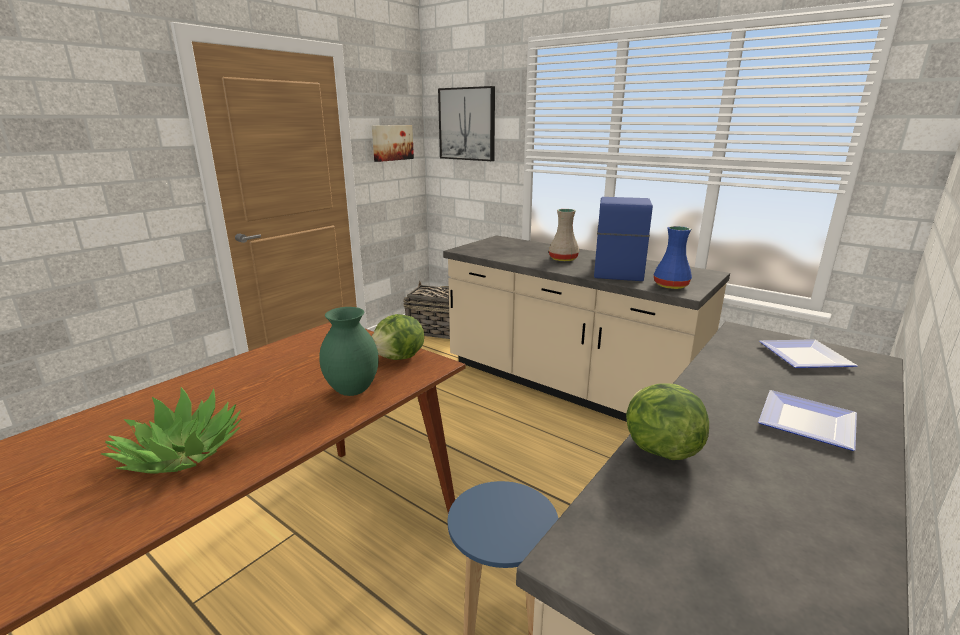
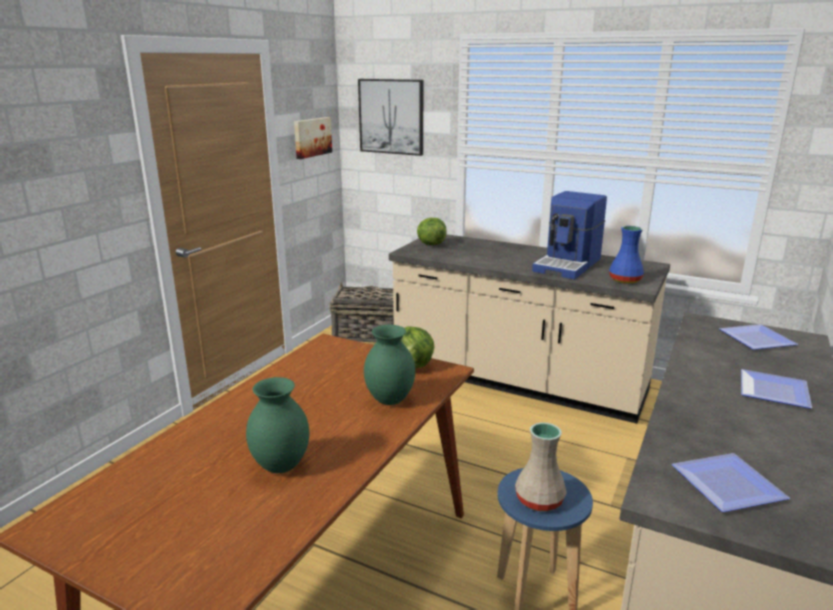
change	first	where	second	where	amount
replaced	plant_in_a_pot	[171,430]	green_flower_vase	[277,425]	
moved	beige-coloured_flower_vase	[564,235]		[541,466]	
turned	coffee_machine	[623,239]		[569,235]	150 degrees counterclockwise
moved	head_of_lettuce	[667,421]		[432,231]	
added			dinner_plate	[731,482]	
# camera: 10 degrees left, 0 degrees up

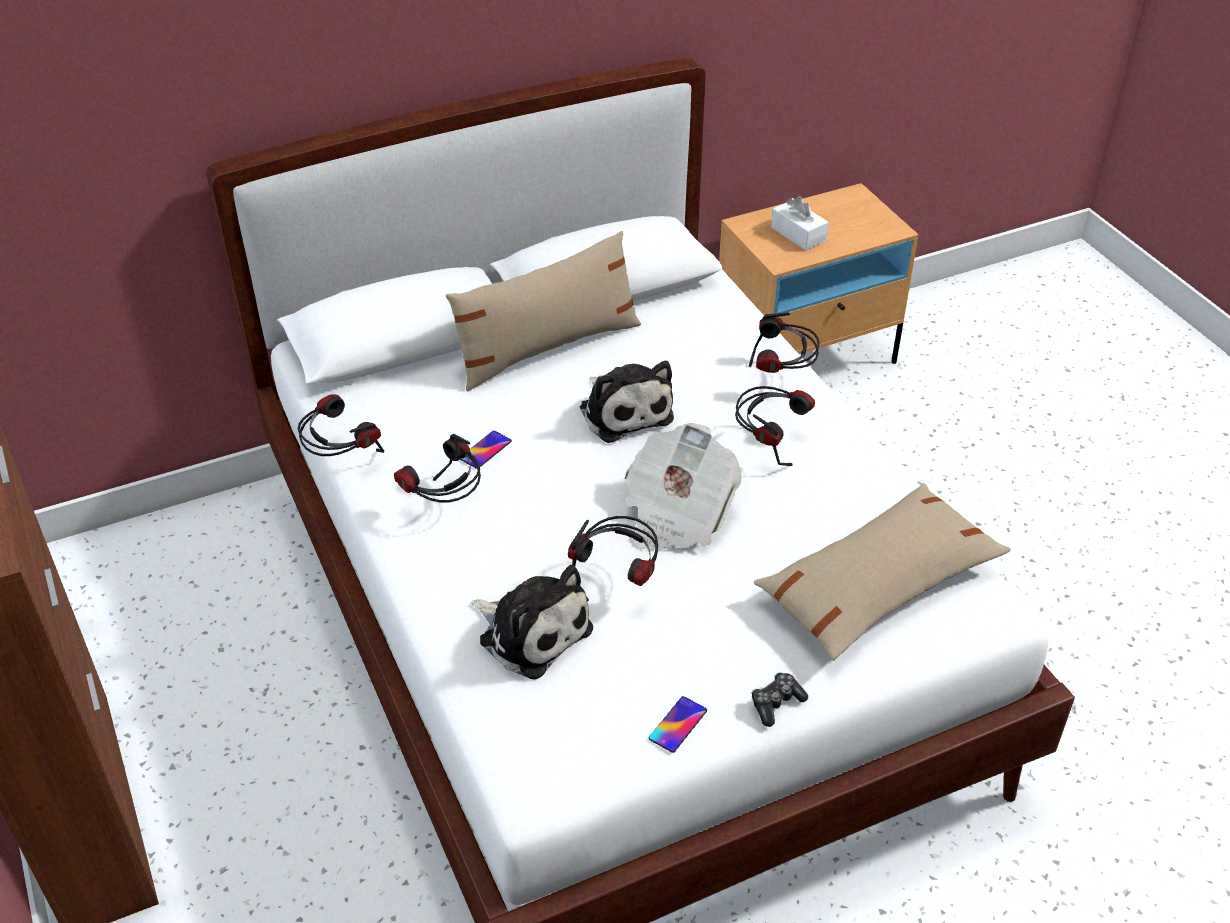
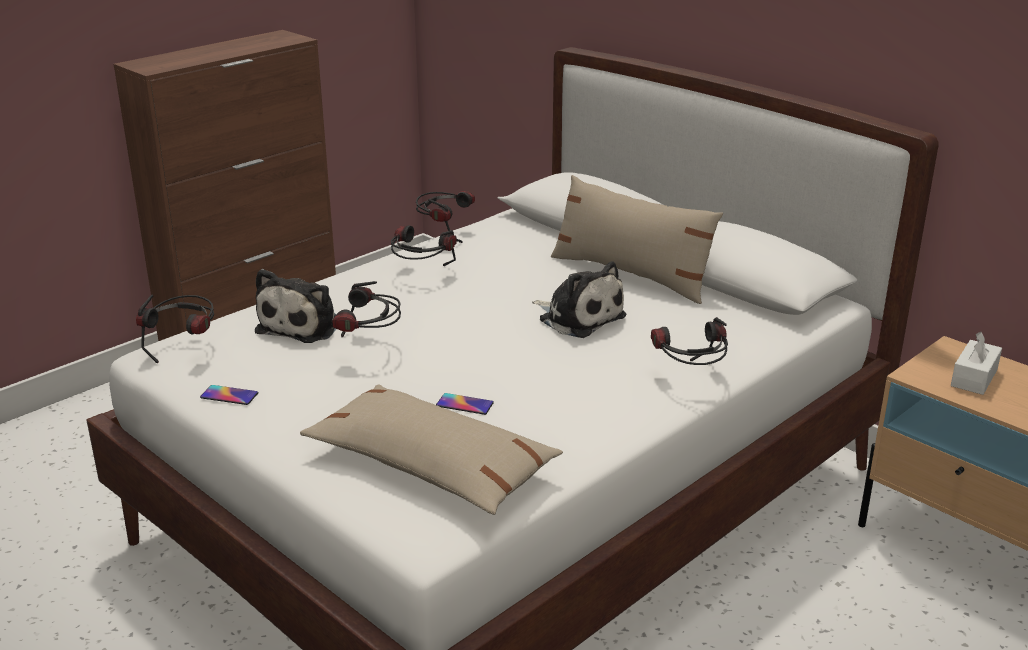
change	first	where	second	where	amount
moved	phone	[486,450]		[465,404]	
turned	plush_toy	[627,402]		[579,300]	90 degrees counterclockwise
removed	newspaper	[683,486]			
moved	headphones	[775,426]		[175,329]	
removed	game_controller	[780,700]			
# camera: 70 degrees right, 15 degrees down

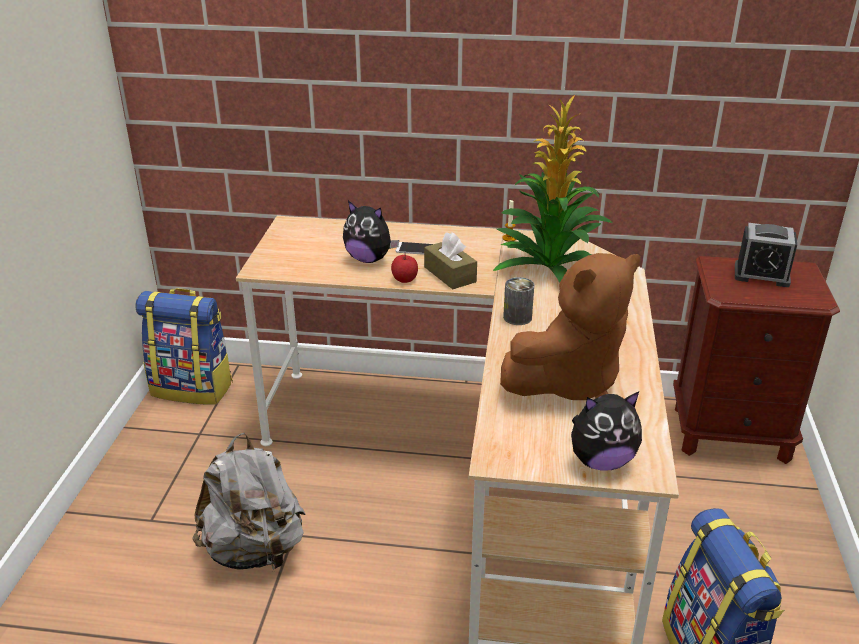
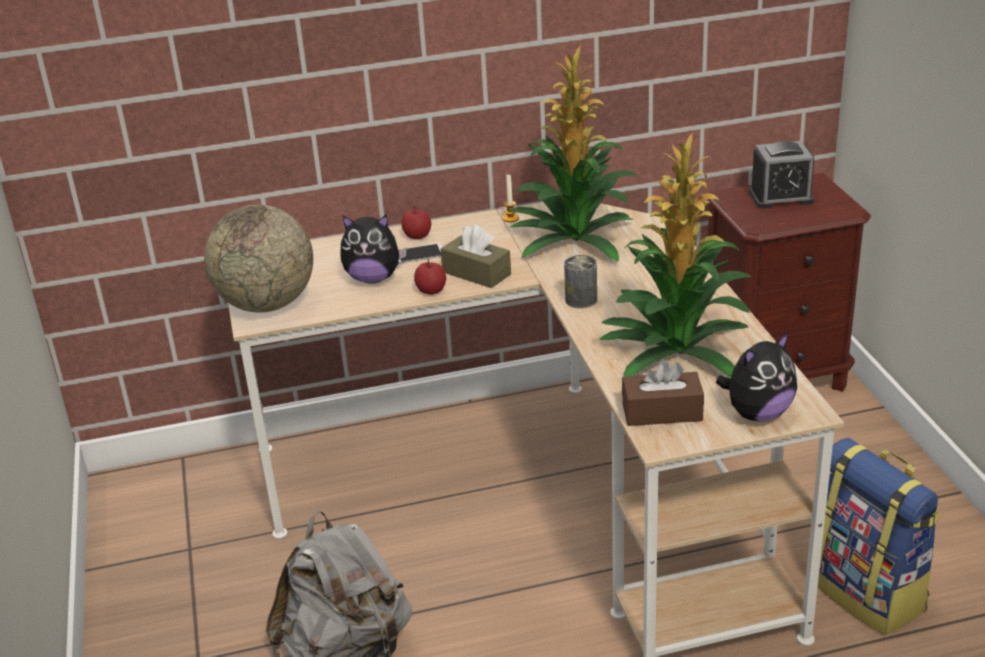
change	first	where	second	where	amount
removed	backpack	[184,346]			
replaced	brown_plush_toy	[570,326]	plant_in_a_pot	[675,255]	
added			globe	[258,258]	
added			apple_fruit	[416,222]	
added			brown_tissue_box	[663,393]	
# camera: 20 degrees left, 0 degrees up

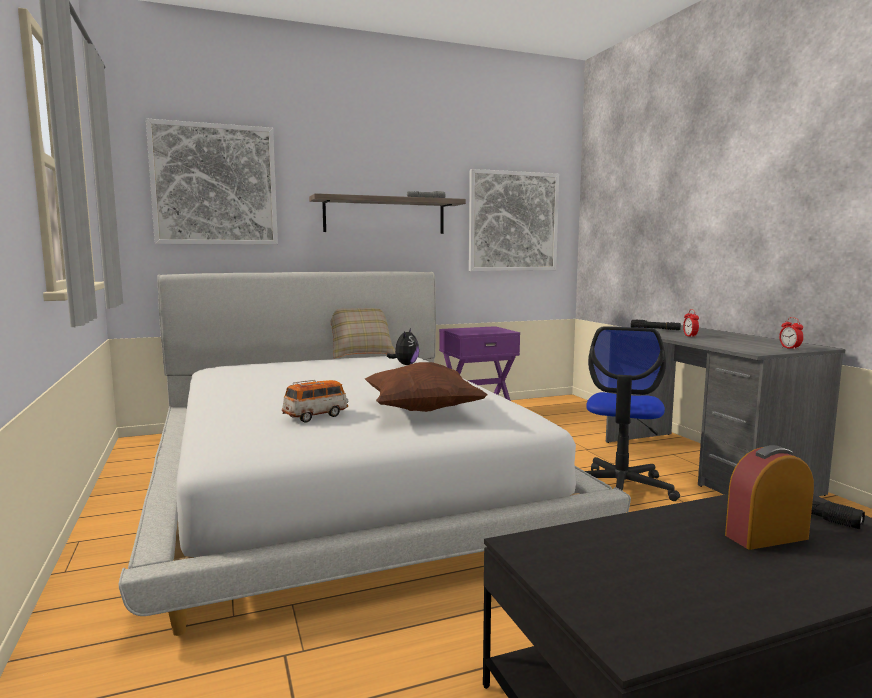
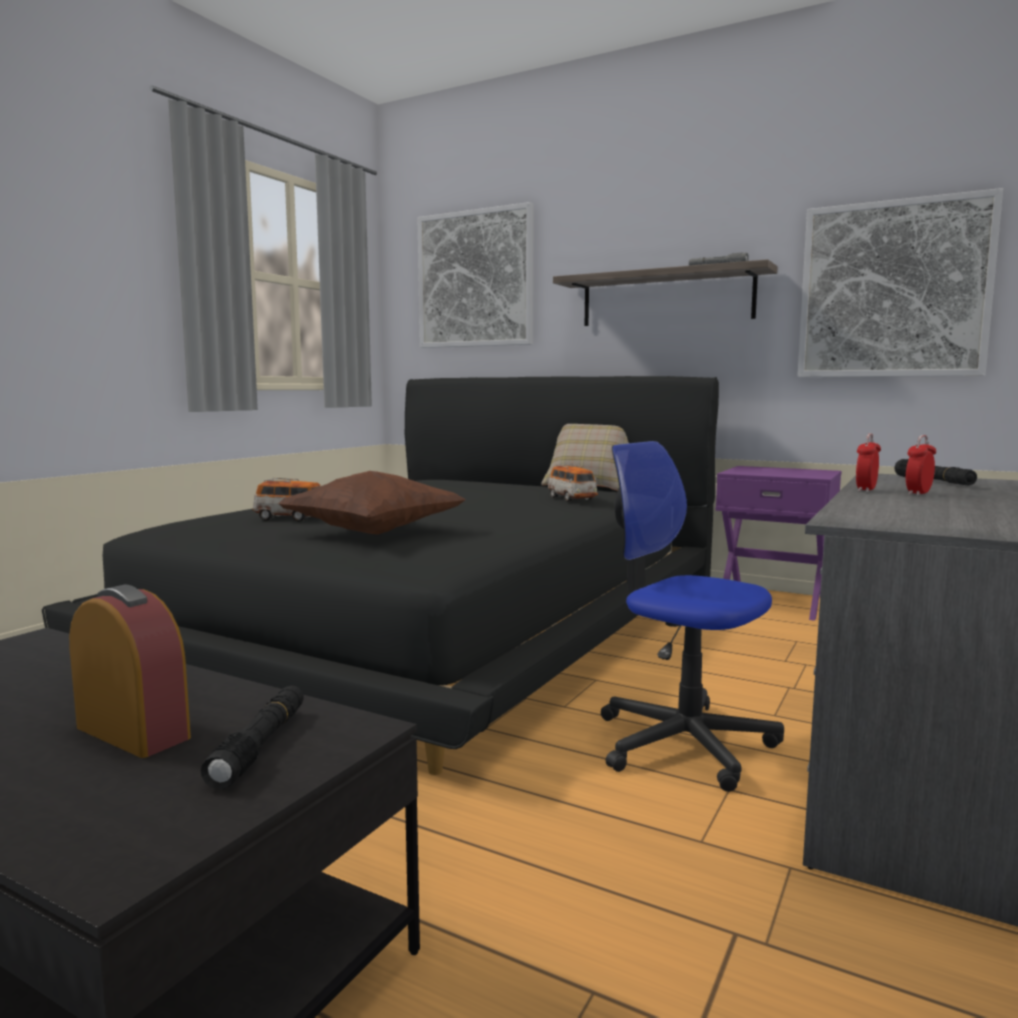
change	first	where	second	where	amount
recoloured	white_bed	[375,453]	blackish_bed	[380,575]	
replaced	plush_toy	[403,347]	miniature_car	[573,483]	
turned	desk_chair	[632,413]		[692,616]	60 degrees clockwise
moved	bedside_clock	[791,333]		[868,462]	
# camera: 50 degrees right, 0 degrees up

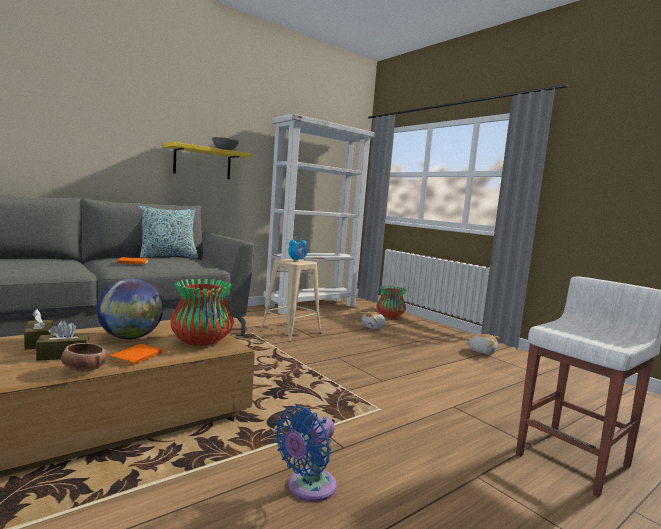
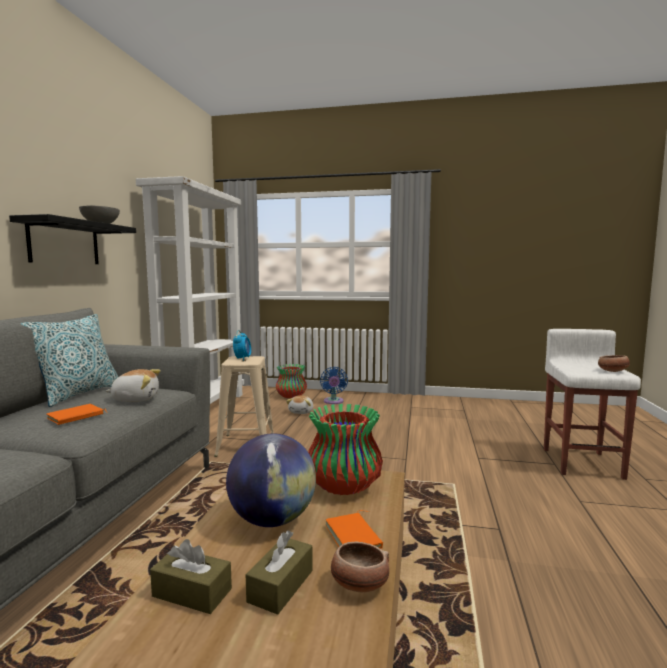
change	first	where	second	where	amount
recoloured	yellowish_bracket_shelf	[207,160]	blackish_bracket_shelf	[72,239]	
moved	blue_fan	[306,454]		[334,385]	
moved	plush_toy	[483,344]		[133,385]	
added			bowl	[614,363]	
# camera: 40 degrees left, 0 degrees up

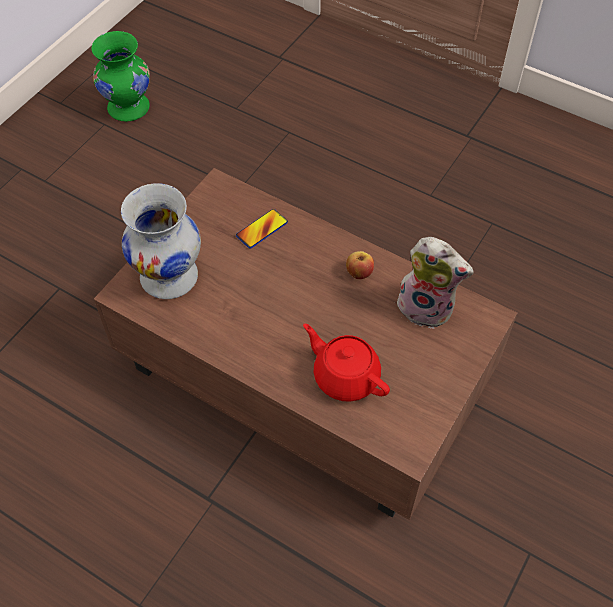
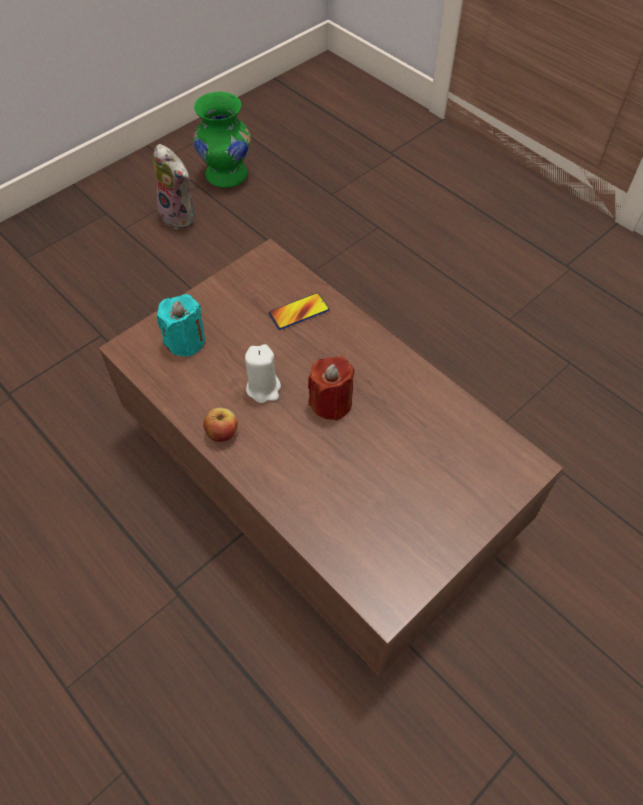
change	first	where	second	where	amount
replaced	white_flower_vase	[161,241]	turquoise_candle	[181,325]	
removed	red_pot_for_tea	[346,363]			
moved	apple_fruit	[360,265]		[220,425]	
moved	plush_toy	[433,283]		[173,186]	
added			white_candle	[263,373]	
added			red_candle	[331,388]	
# camera: 15 degrees right, 0 degrees up

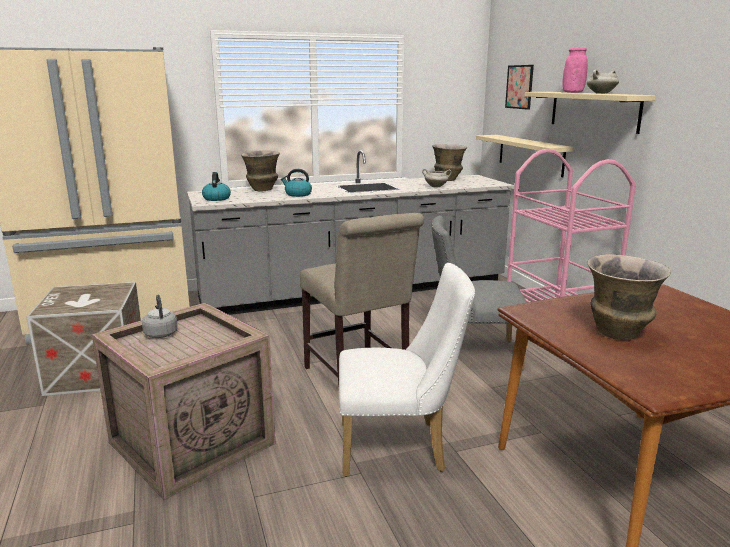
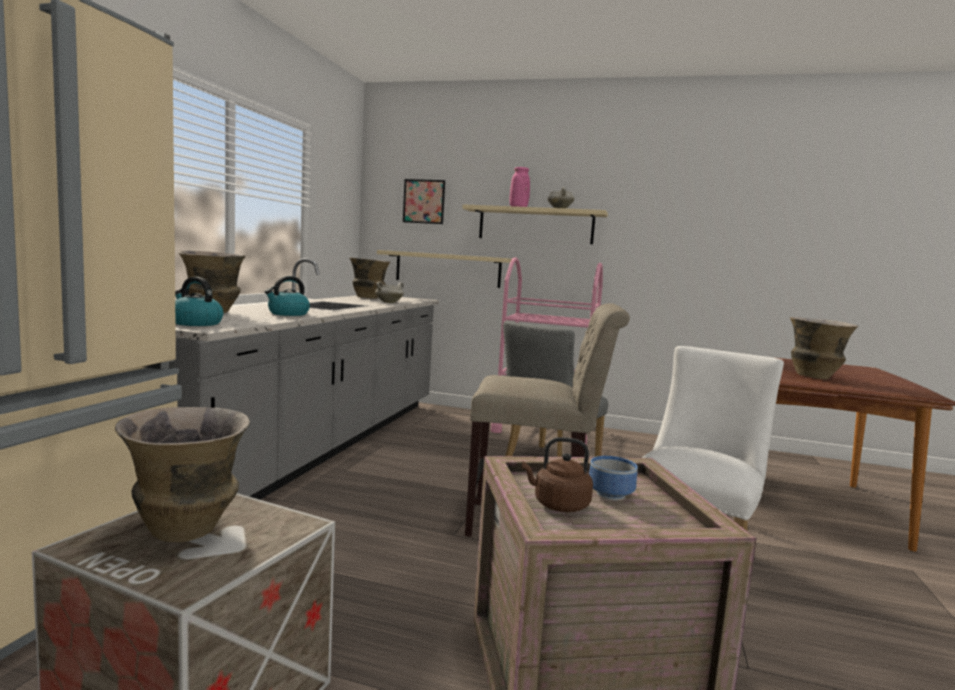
change	first	where	second	where	amount
recoloured	gray_kettle	[160,316]	brown_kettle	[557,474]	
added			flower_vase	[182,474]	
added			bowl	[613,478]	
# camera: 55 degrees left, 10 degrees down

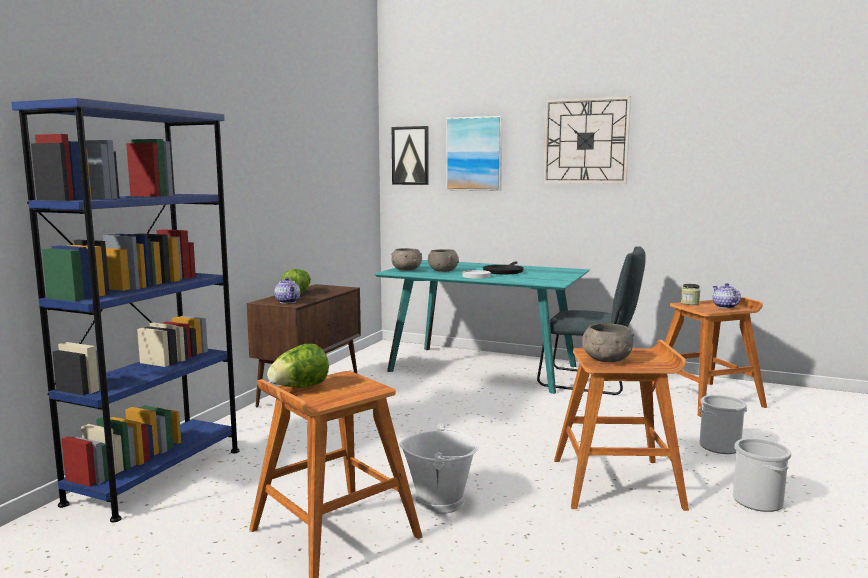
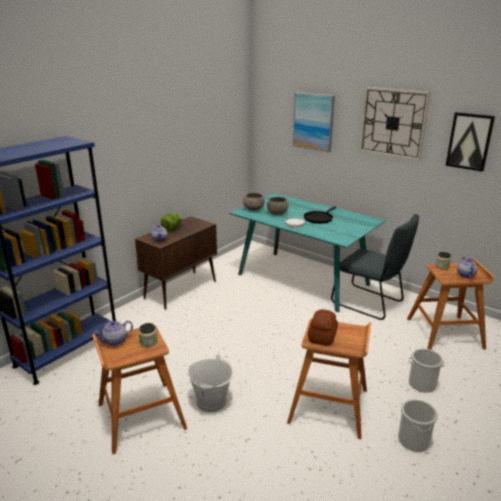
change	first	where	second	where	amount
replaced	head_of_lettuce	[298,365]	pot_for_tea	[113,333]	
moved	wall_picture	[410,155]		[470,142]	
replaced	gray_bowl	[608,342]	bread	[323,327]	
added			jar	[148,335]	
# camera: 15 degrees right, 15 degrees up

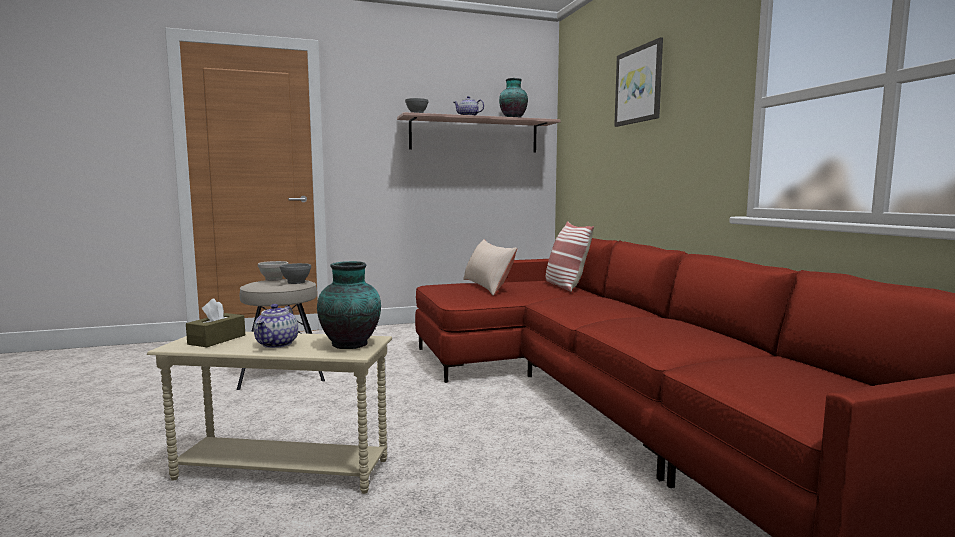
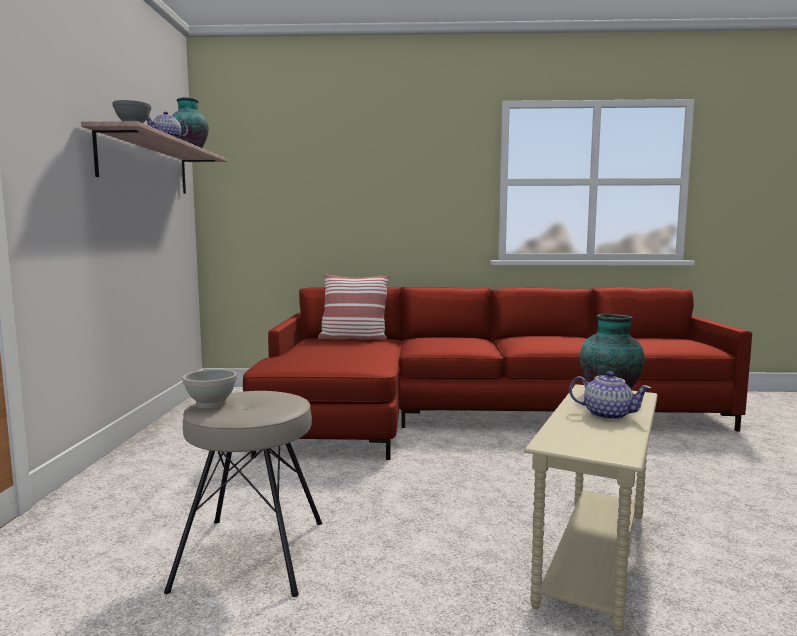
change	first	where	second	where	amount
removed	brown_tissue_box	[215,322]			
removed	gray_bowl	[295,273]			
removed	beige-coloured_throw_pillow	[490,267]			
removed	wall_picture	[638,82]			
# camera: 70 degrees left, 0 degrees up

